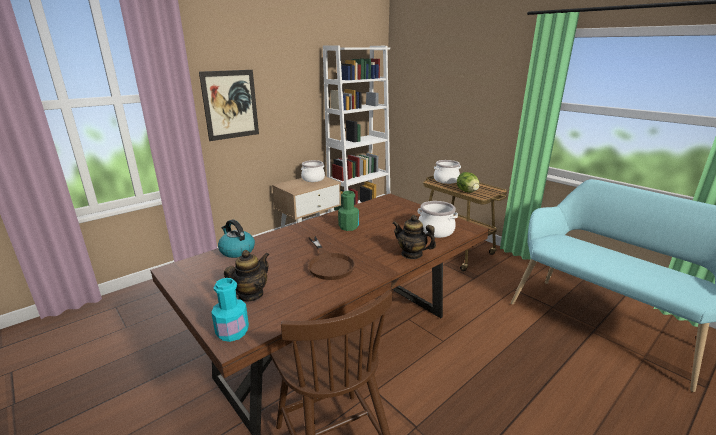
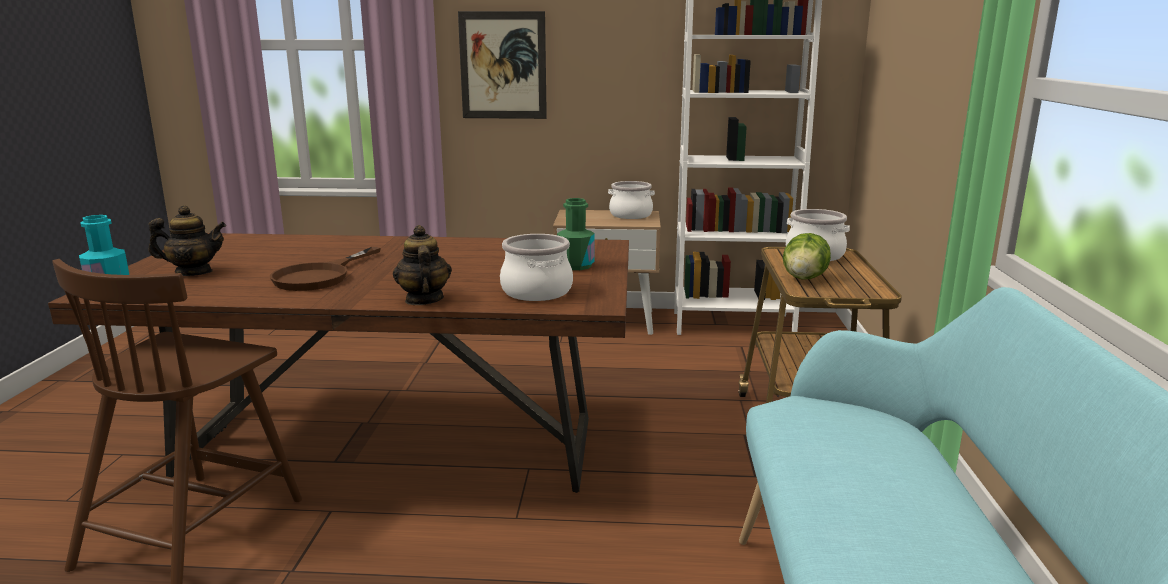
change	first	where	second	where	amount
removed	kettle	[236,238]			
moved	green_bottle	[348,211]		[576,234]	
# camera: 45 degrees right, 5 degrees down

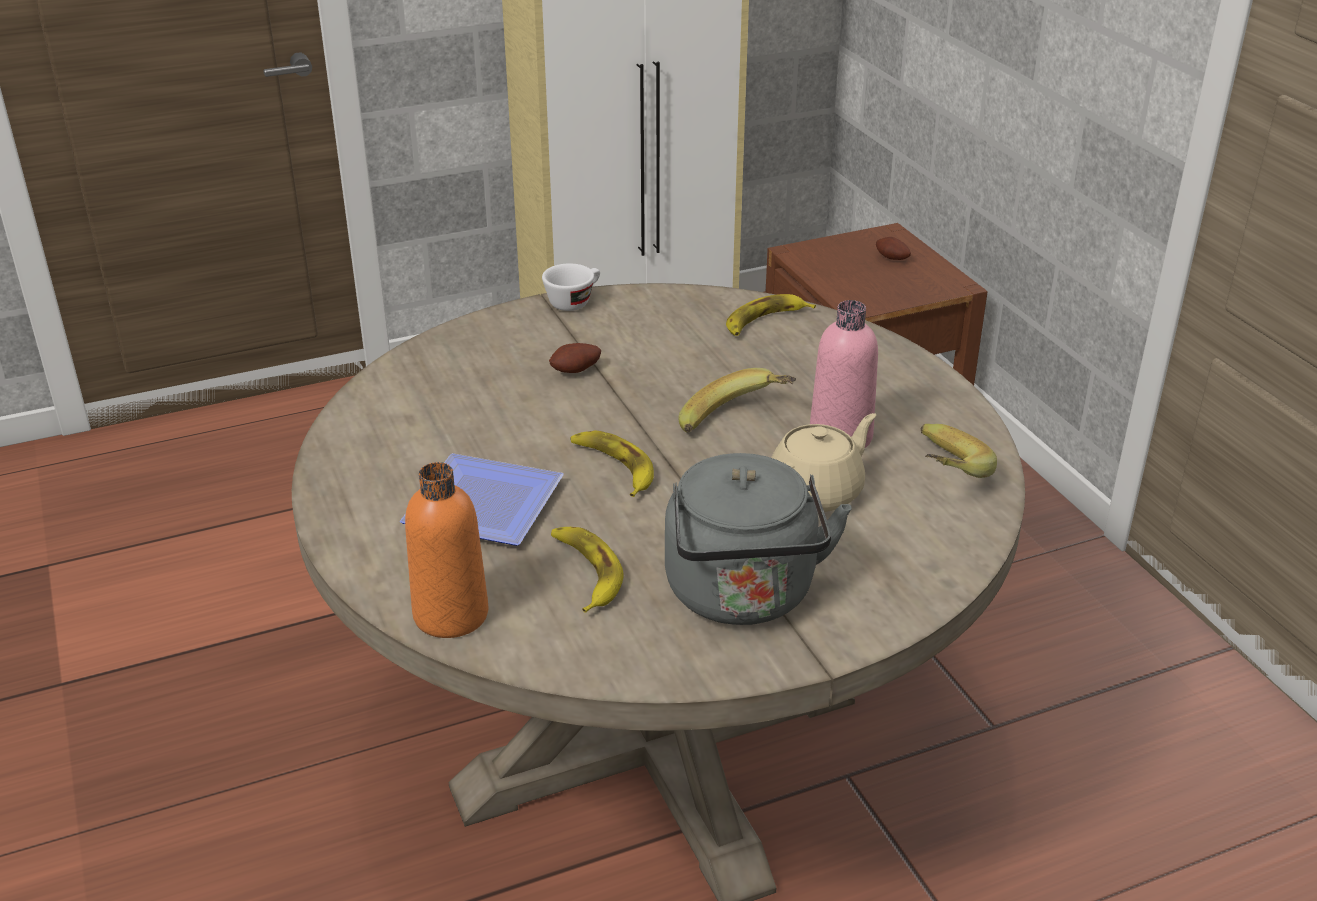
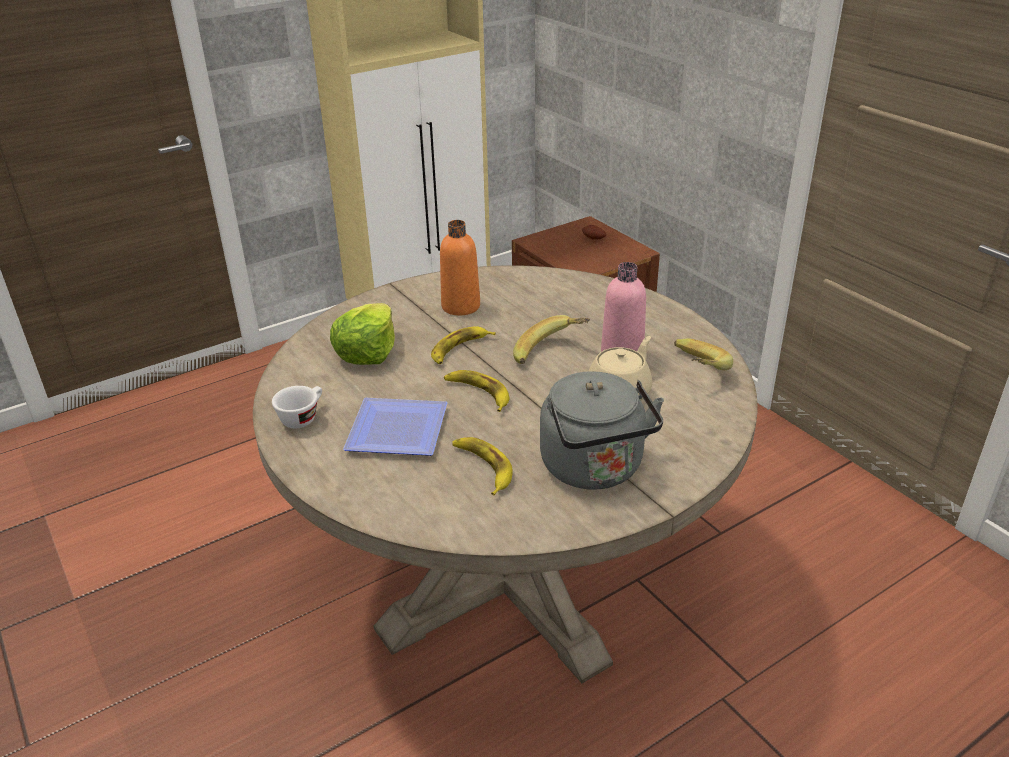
change	first	where	second	where	amount
moved	orangey_bottle	[446,550]		[460,267]	
moved	white_drinking_cup	[571,287]		[297,407]	
removed	spud	[575,358]			
moved	banana_fruit	[771,315]		[463,345]	
added			head_of_lettuce	[362,334]	
# camera: 10 degrees left, 0 degrees up

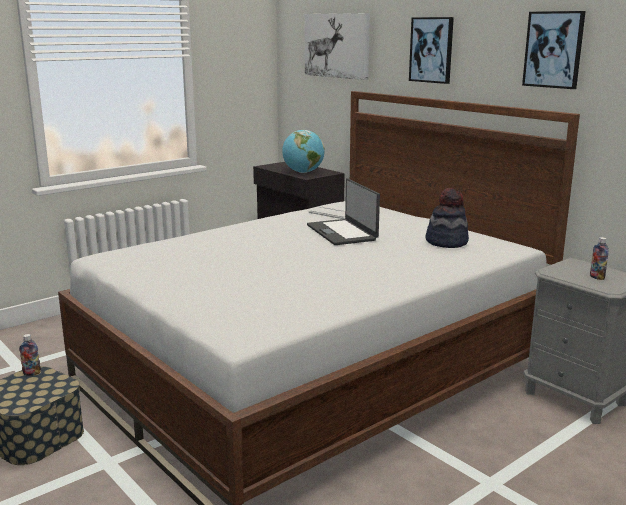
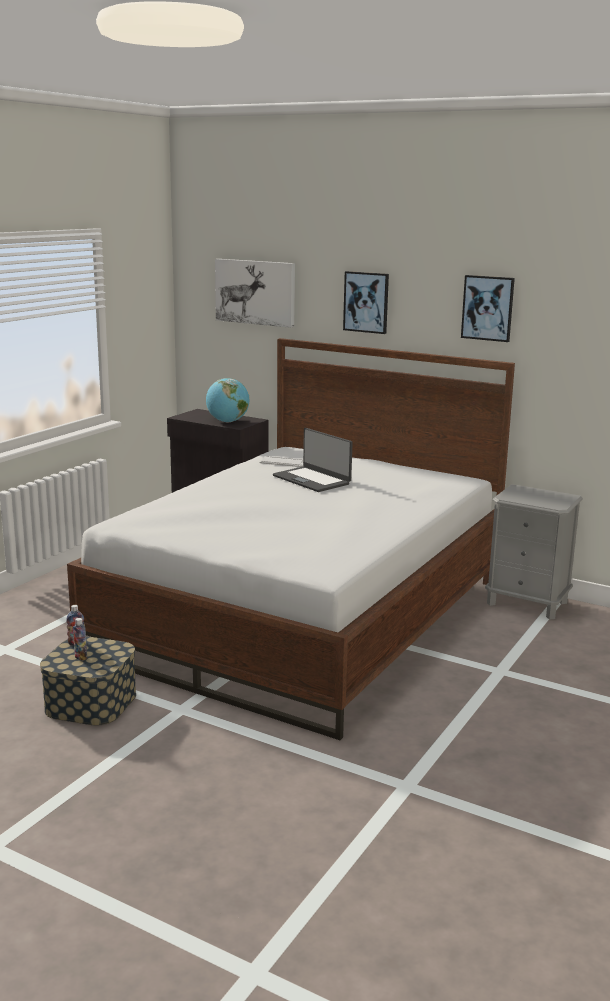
change	first	where	second	where	amount
removed	hat	[447,218]			
moved	bottle	[599,258]		[80,639]	
# camera: 20 degrees left, 0 degrees up

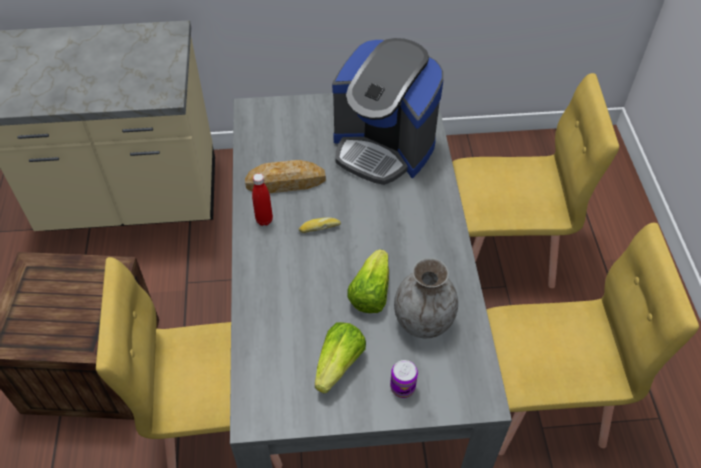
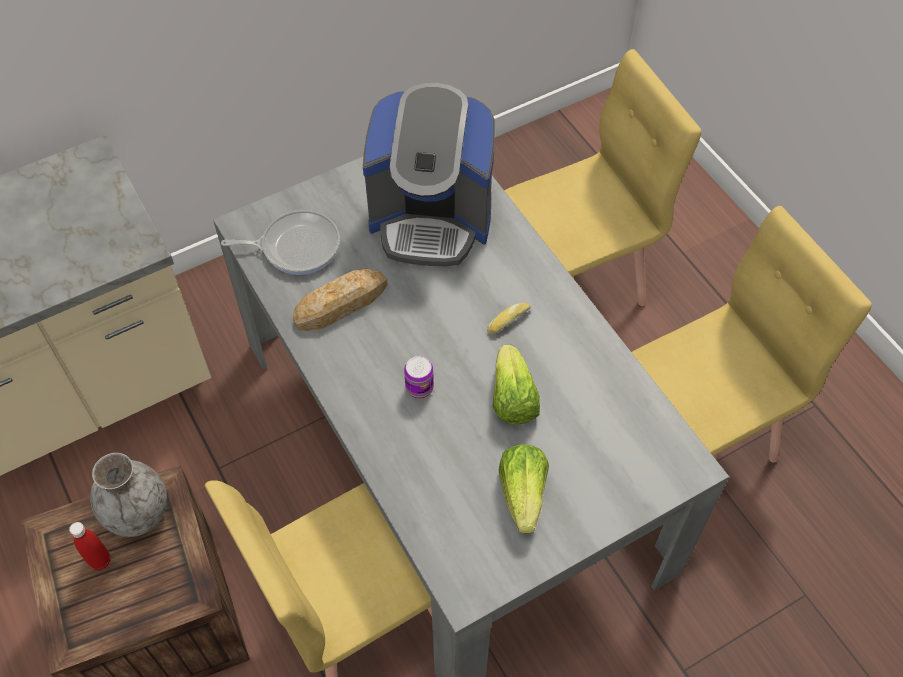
change	first	where	second	where	amount
moved	red_bottle	[262,199]		[89,546]	
moved	bread	[320,225]		[509,318]	
moved	can	[404,379]		[419,377]	
moved	gray_flower_vase	[426,298]		[128,495]	
added			pan	[280,242]	
# camera: 25 degrees left, 5 degrees up

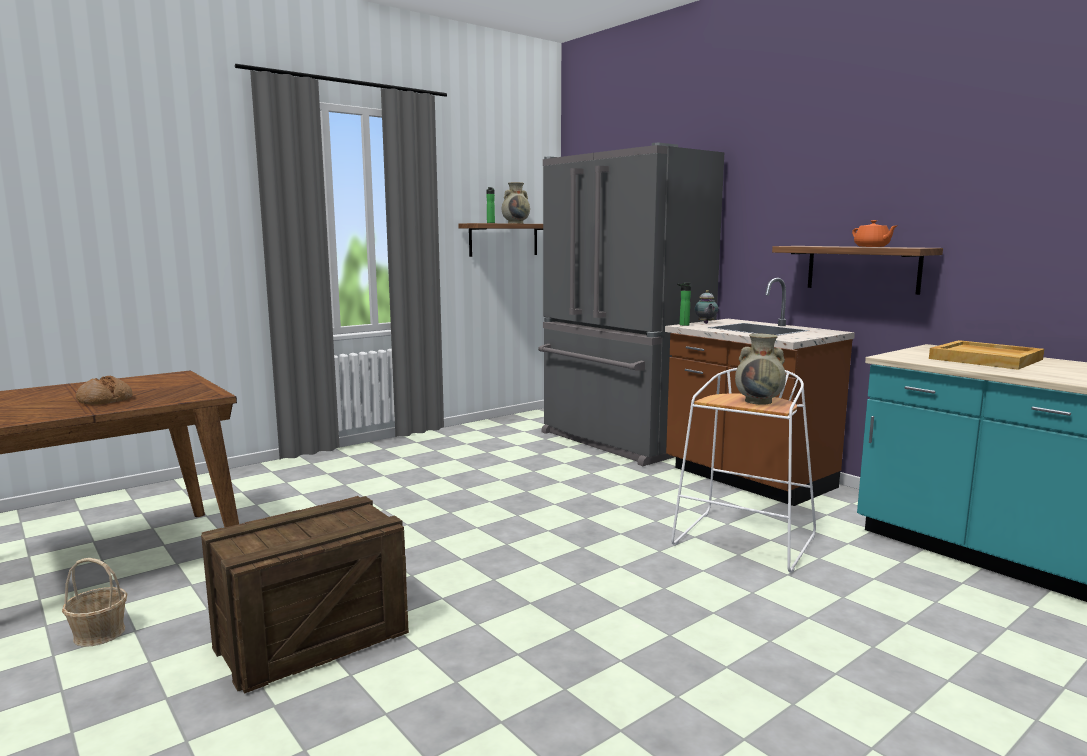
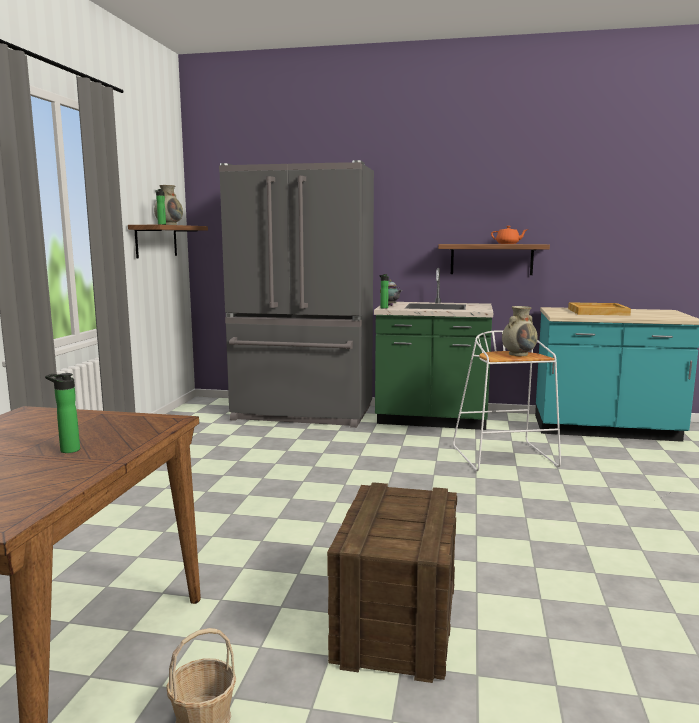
change	first	where	second	where	amount
replaced	bread	[104,390]	bottle	[62,413]	
recoloured	brown_kitchen_counter	[760,392]	green_kitchen_counter	[433,349]	
# camera: 40 degrees left, 0 degrees up

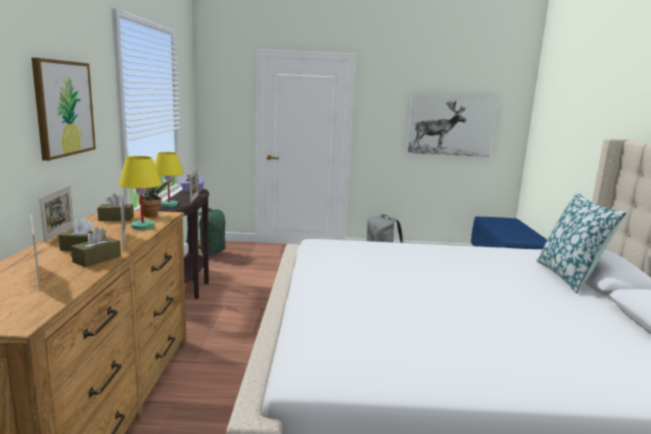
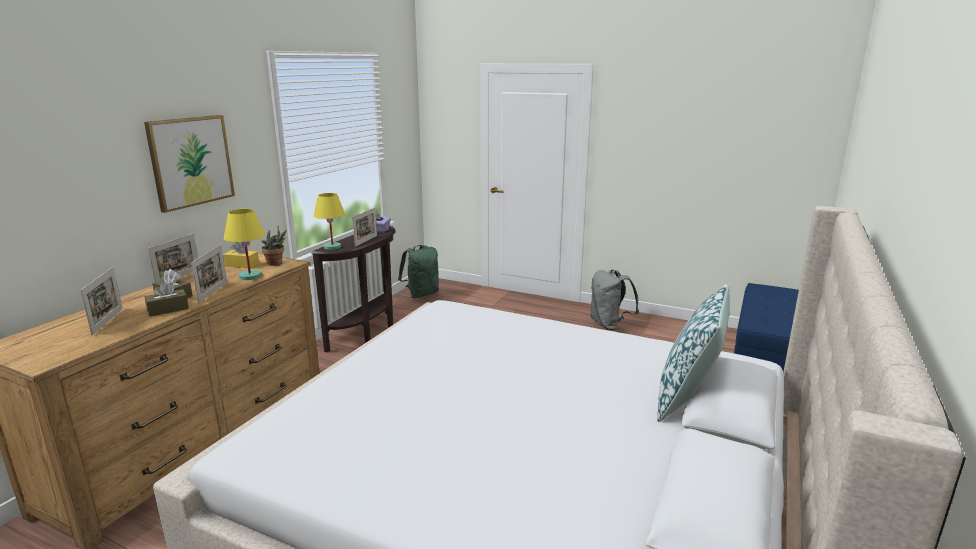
change	first	where	second	where	amount
recoloured	brown_tissue_box	[115,207]	yellowish_tissue_box	[241,255]	
removed	wall_picture	[452,126]			
# camera: 25 degrees right, 5 degrees up

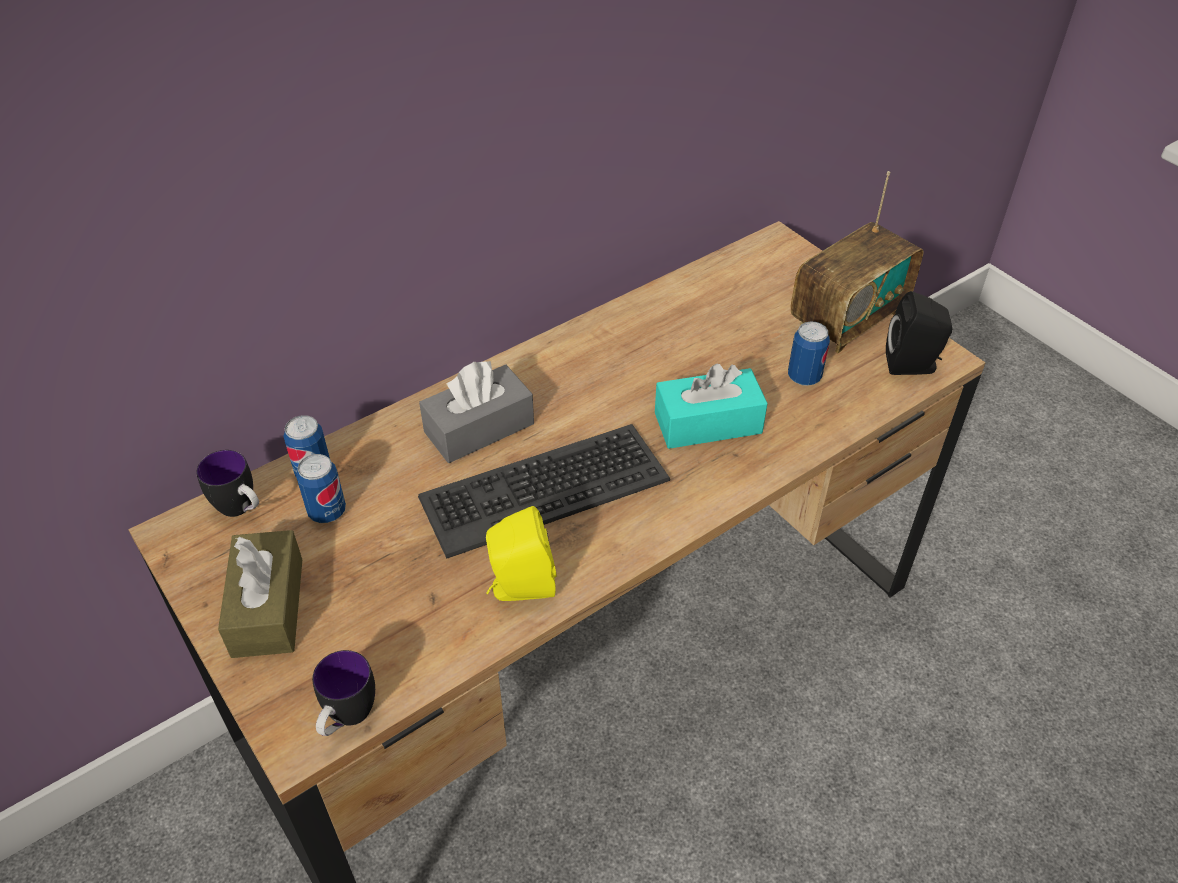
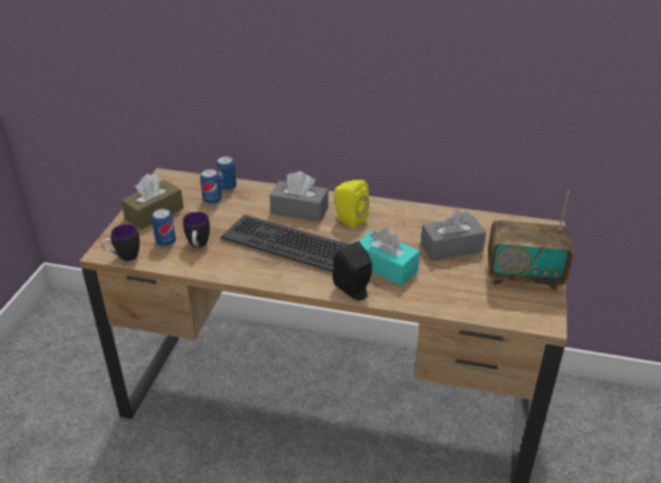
change	first	where	second	where	amount
moved	mug	[227,483]		[196,230]	
moved	yellowish_audio_speaker	[521,553]		[351,204]	
moved	can	[809,353]		[164,227]	
moved	blackish_audio_speaker	[919,333]		[352,270]	
added			gray_tissue_box	[453,235]	
# camera: 50 degrees right, 10 degrees down

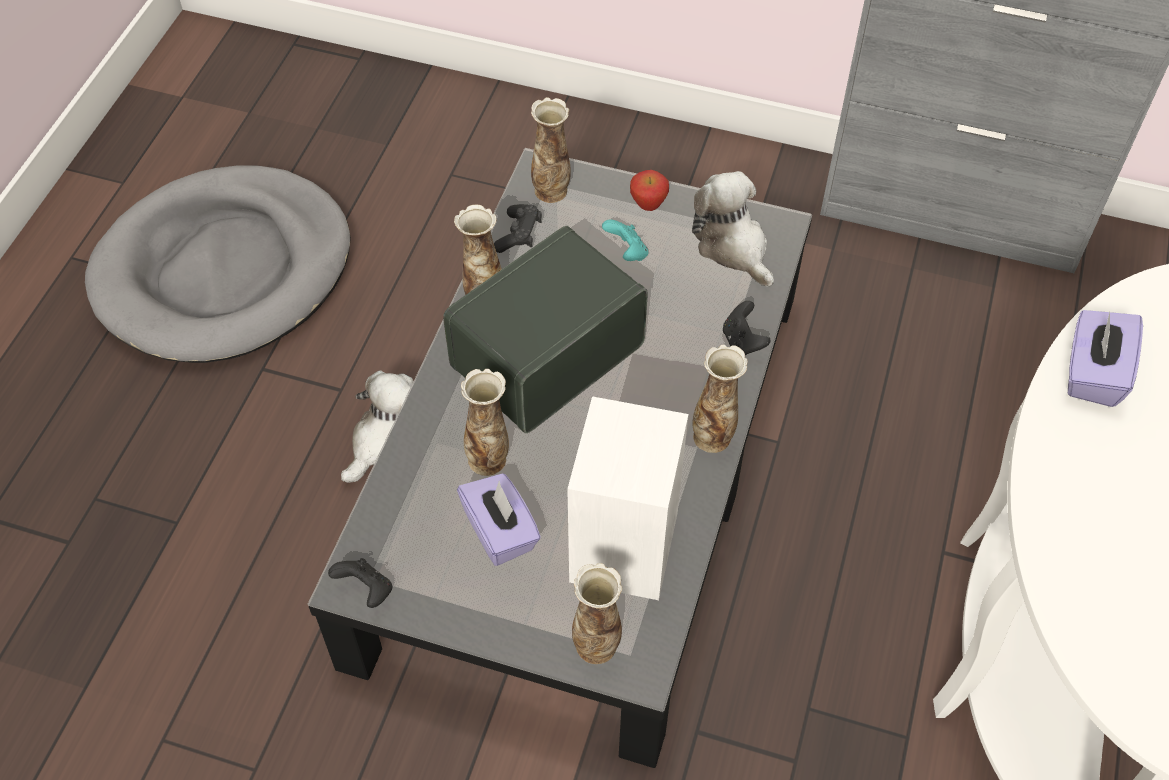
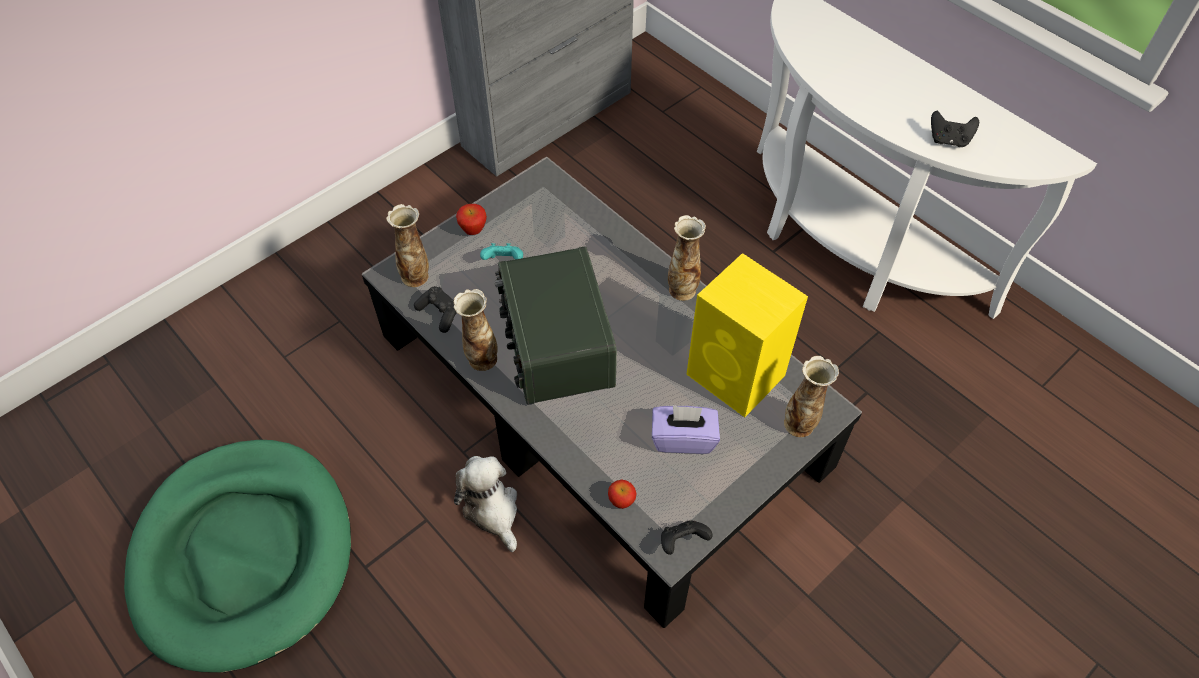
change	first	where	second	where	amount
recoloured	gray_dog_bed	[218,264]	green_dog_bed	[237,556]	
removed	flower_vase	[485,422]			
recoloured	white_audio_speaker	[627,498]	yellowish_audio_speaker	[747,335]	
removed	plush_toy	[733,229]			
moved	blackish_game_controller	[747,328]		[955,129]	
removed	purple_tissue_box	[1105,358]			
added			apple_fruit	[622,494]	
# camera: 60 degrees left, 0 degrees up

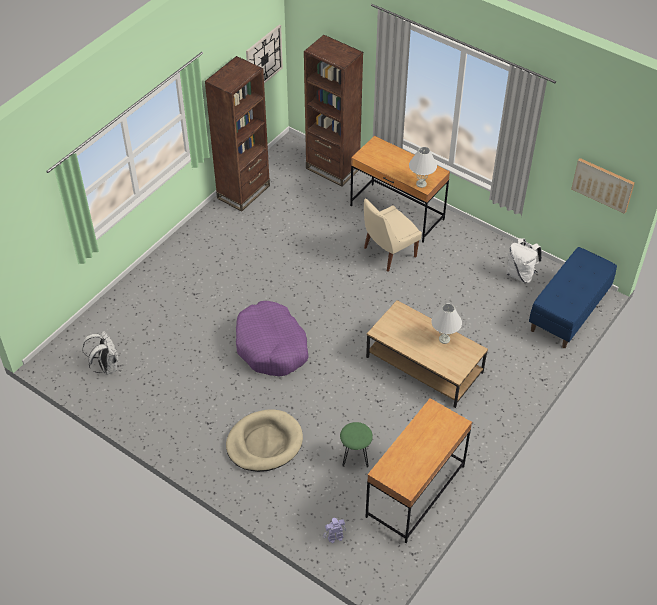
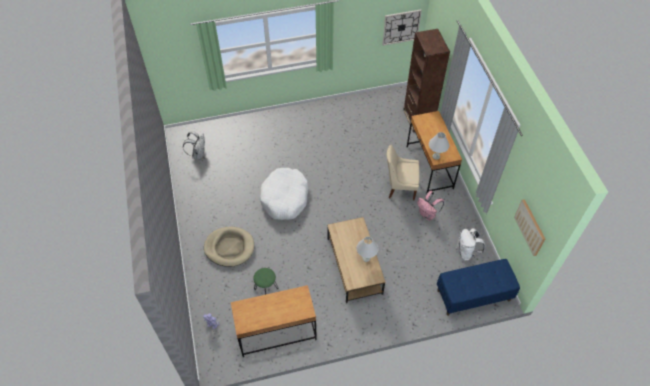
change	first	where	second	where	amount
removed	brown_shelving_unit	[237,134]			
recoloured	purple_dog_bed	[272,338]	white_dog_bed	[284,194]	
added			pink_backpack	[430,206]	
# camera: 40 degrees right, 5 degrees up

